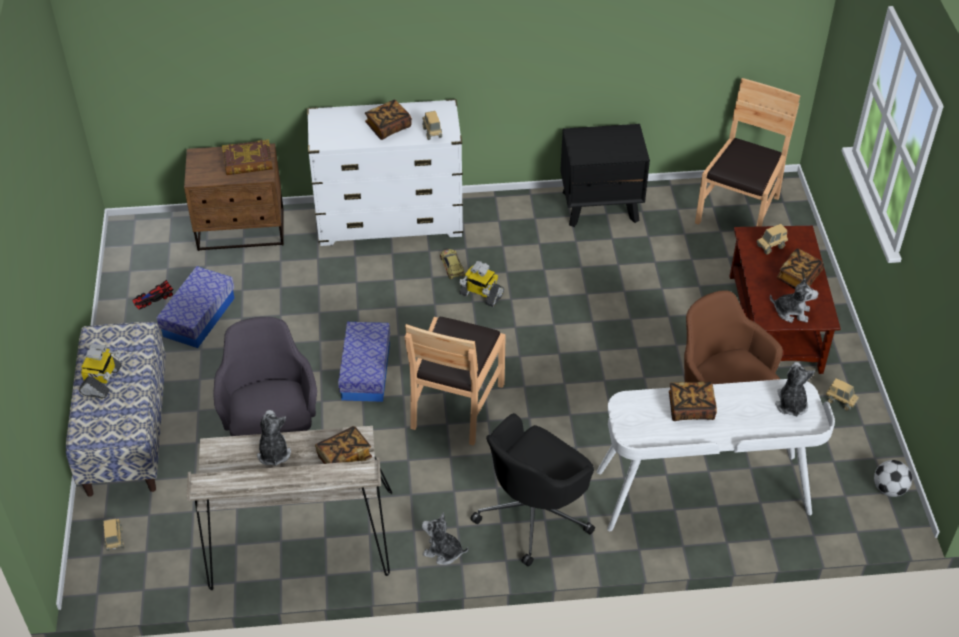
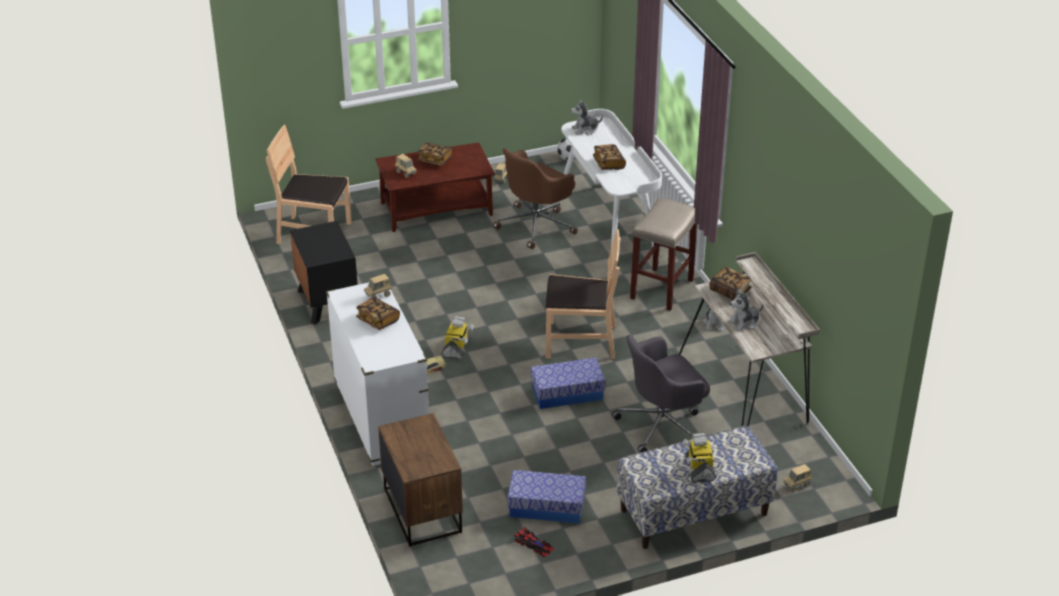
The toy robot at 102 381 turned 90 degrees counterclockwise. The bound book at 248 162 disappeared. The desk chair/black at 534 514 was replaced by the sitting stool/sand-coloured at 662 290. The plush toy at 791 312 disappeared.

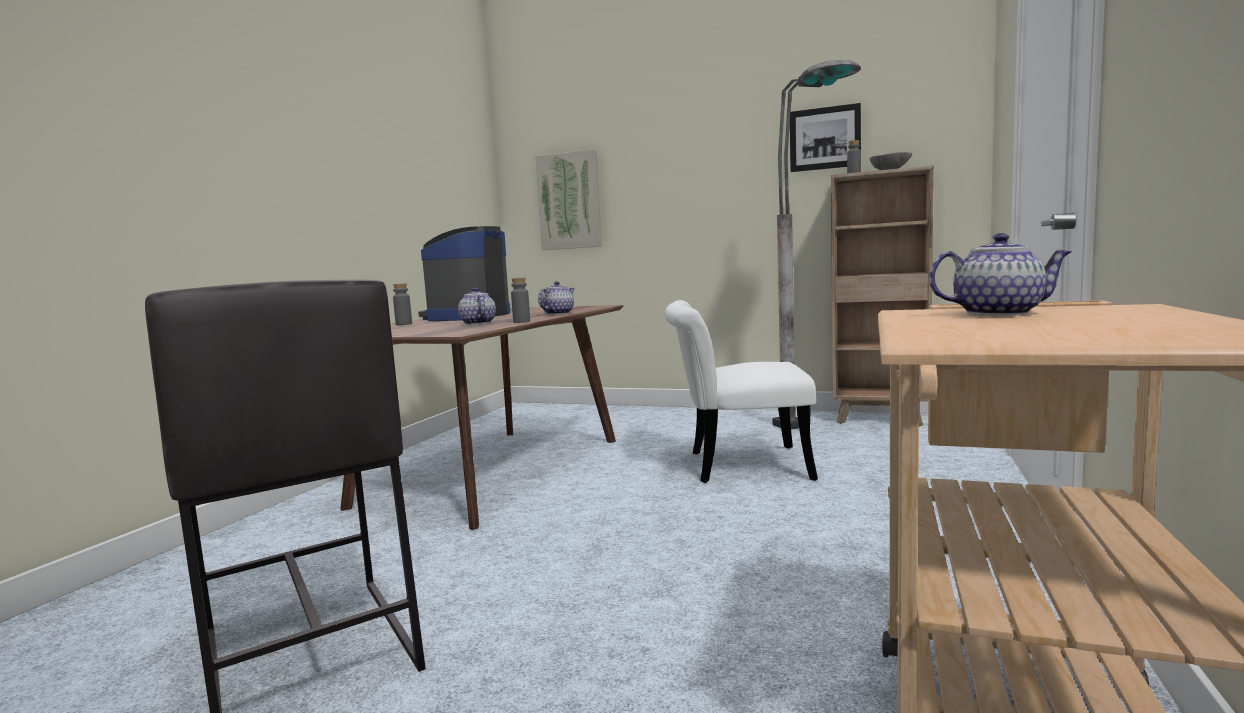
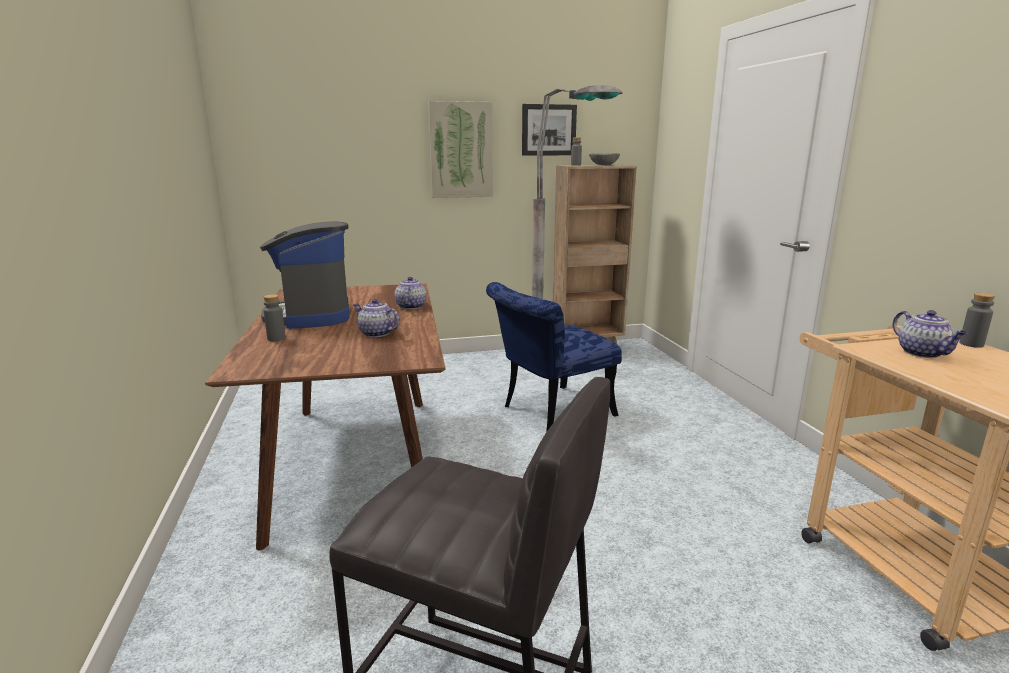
The bottle/greyish moved from 521 322 to 971 344. The picture moved from 569 201 to 461 150. The upright chair/white at 736 465 became the upright chair/blue-coloured at 549 412. The teapot at 999 313 turned 105 degrees clockwise.

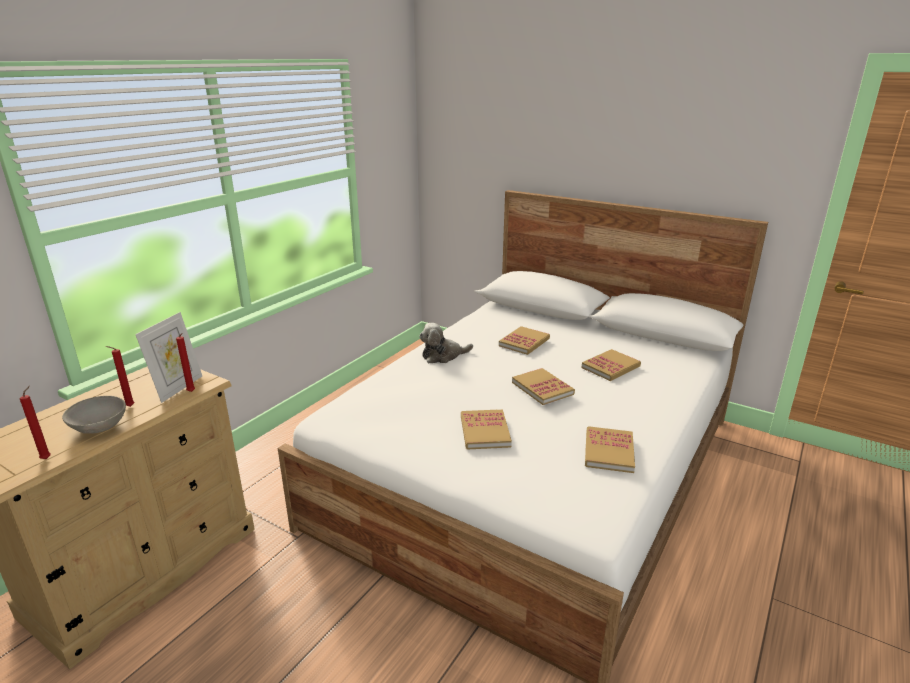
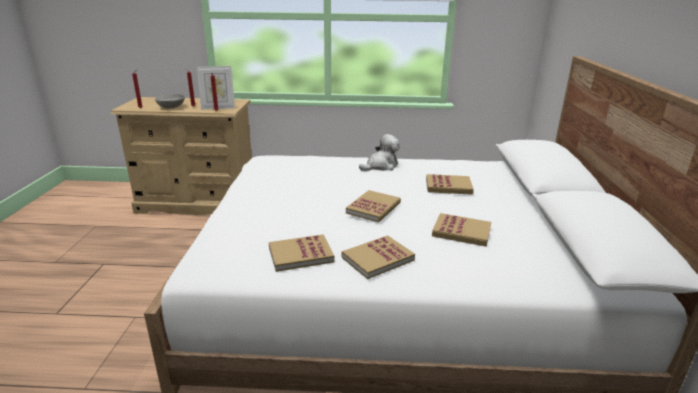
The plush toy at 443 356 turned 105 degrees clockwise. The bound book moved from 485 431 to 377 259.

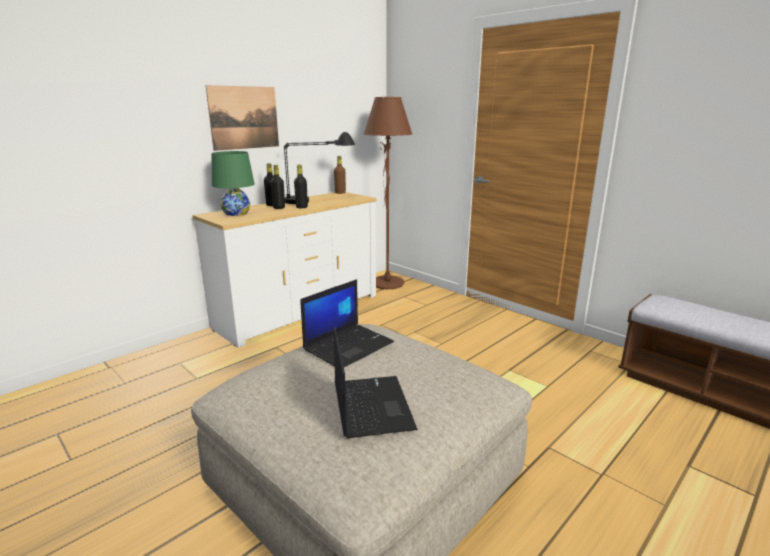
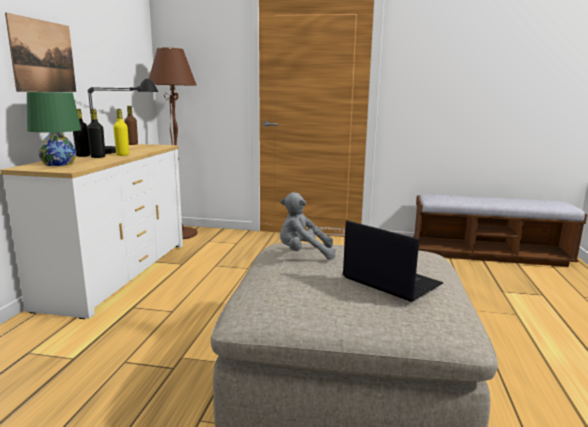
The bottle/black at 301 207 became the bottle/yellowish at 122 155. The portable computer at 349 345 was replaced by the plush toy/greyish at 303 254.

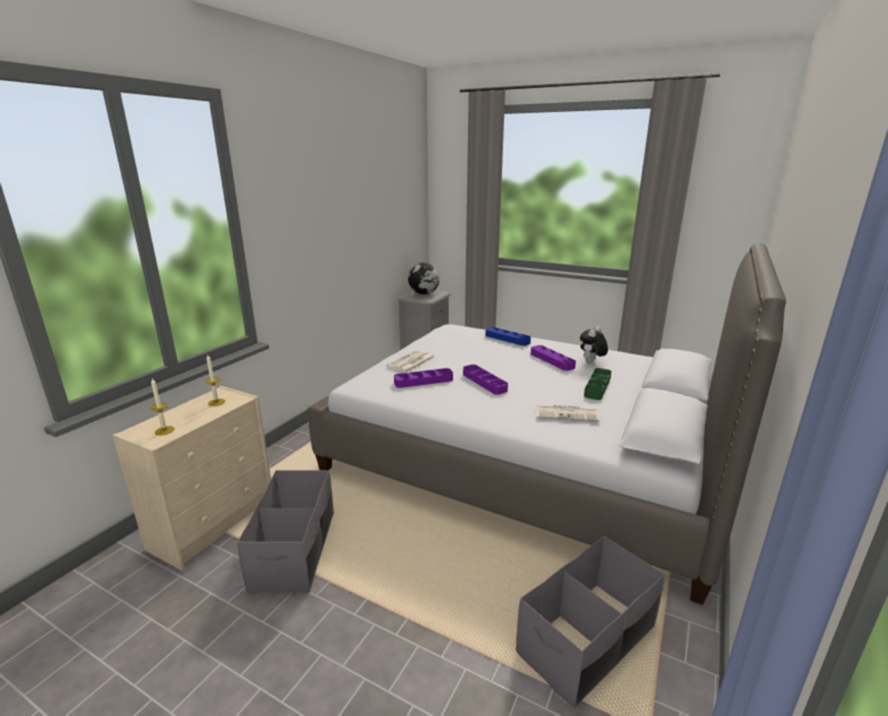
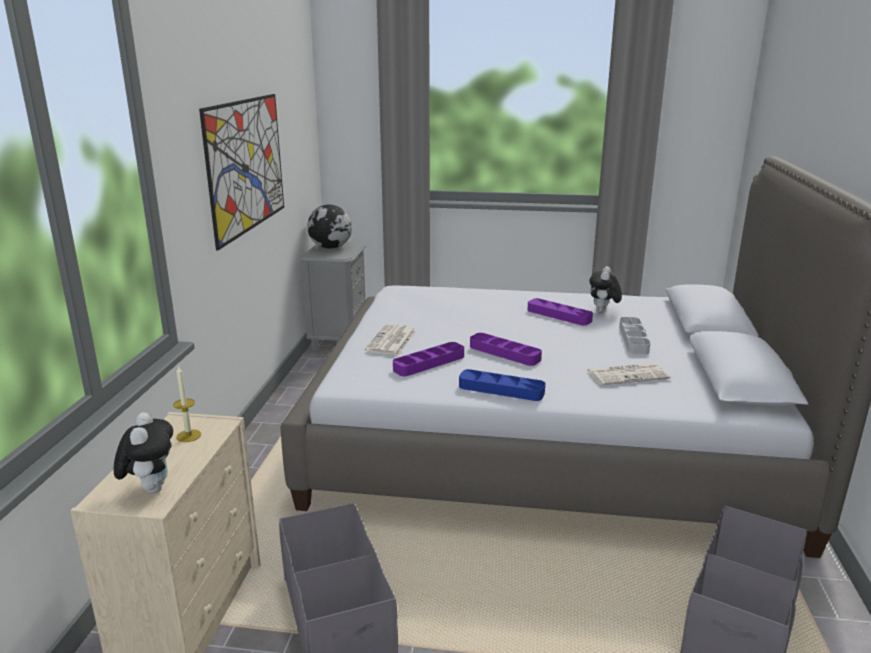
The wax light at 164 430 was replaced by the plush toy at 151 488. The carrying tray/blue-coloured moved from 507 339 to 501 389. The carrying tray/greenish at 597 386 became the carrying tray/greyish at 633 339. The picture at 246 165 appeared.

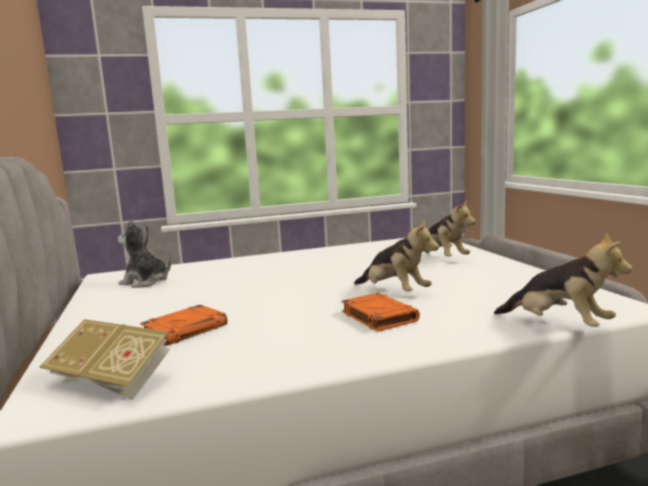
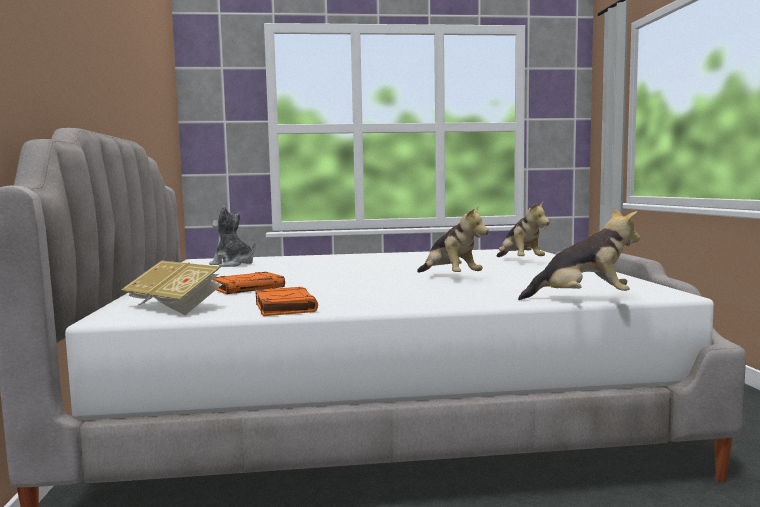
The bound book/orange moved from 378 316 to 284 307. The plush toy at 559 325 turned 45 degrees counterclockwise.

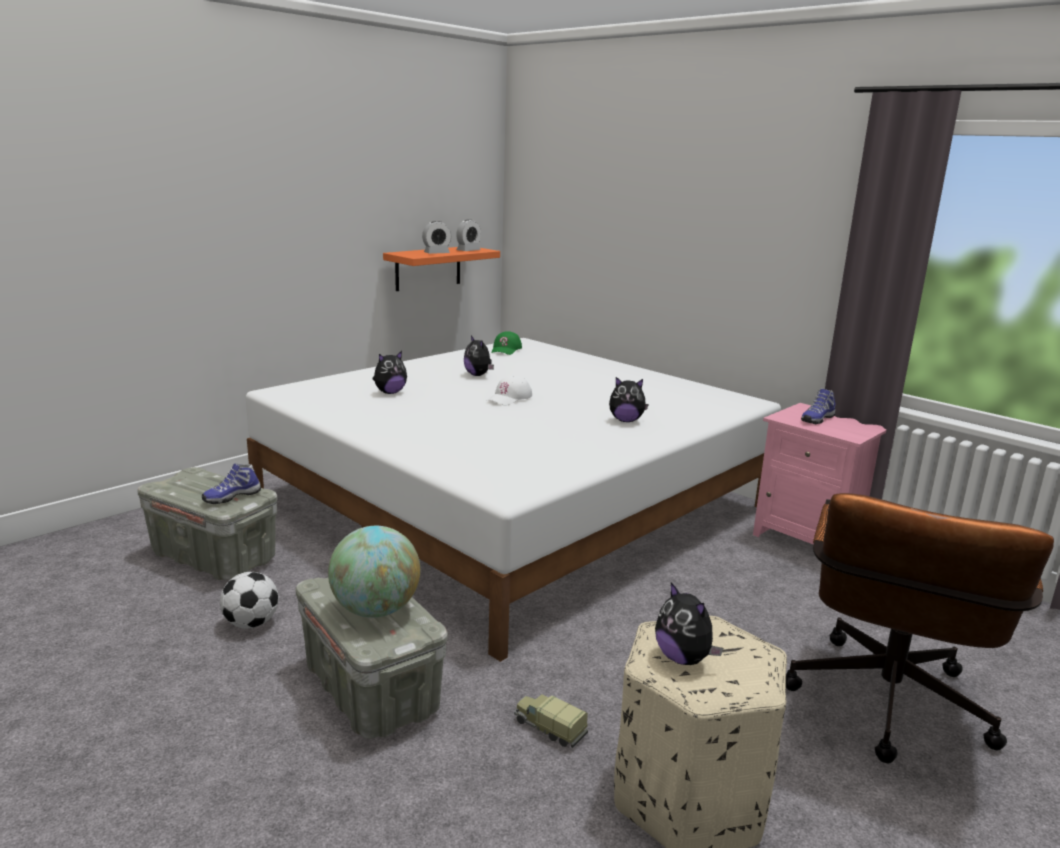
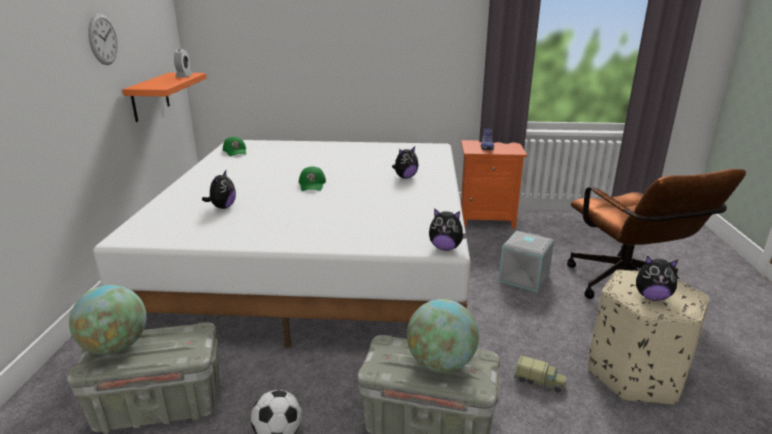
The shoe at 231 496 disappeared. The alarm clock at 436 253 disappeared. The plush toy moved from 478 375 to 445 248. The baseball cap/white at 509 398 became the baseball cap/greenish at 312 184. The toy truck at 549 728 turned 150 degrees counterclockwise. The night table/pink at 809 539 became the night table/orange at 486 218. The globe at 116 347 appeared. The hanging clock at 103 39 appeared. The storage box/greyish at 524 278 appeared.

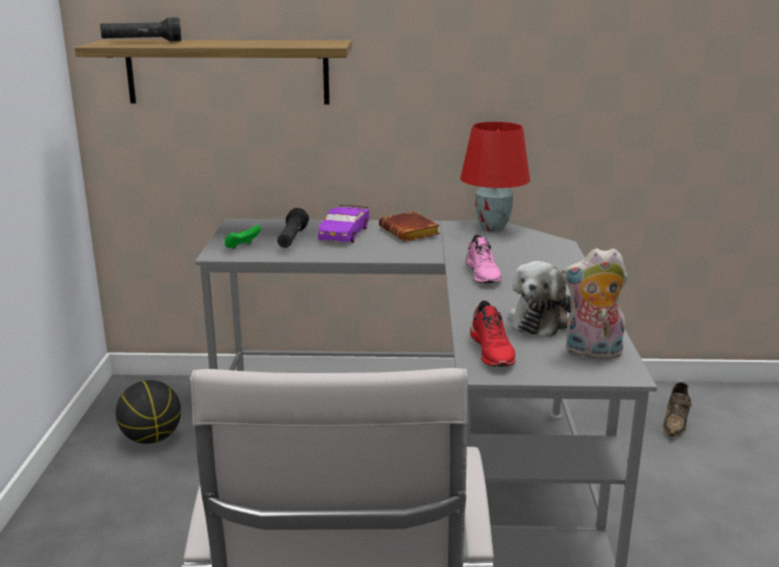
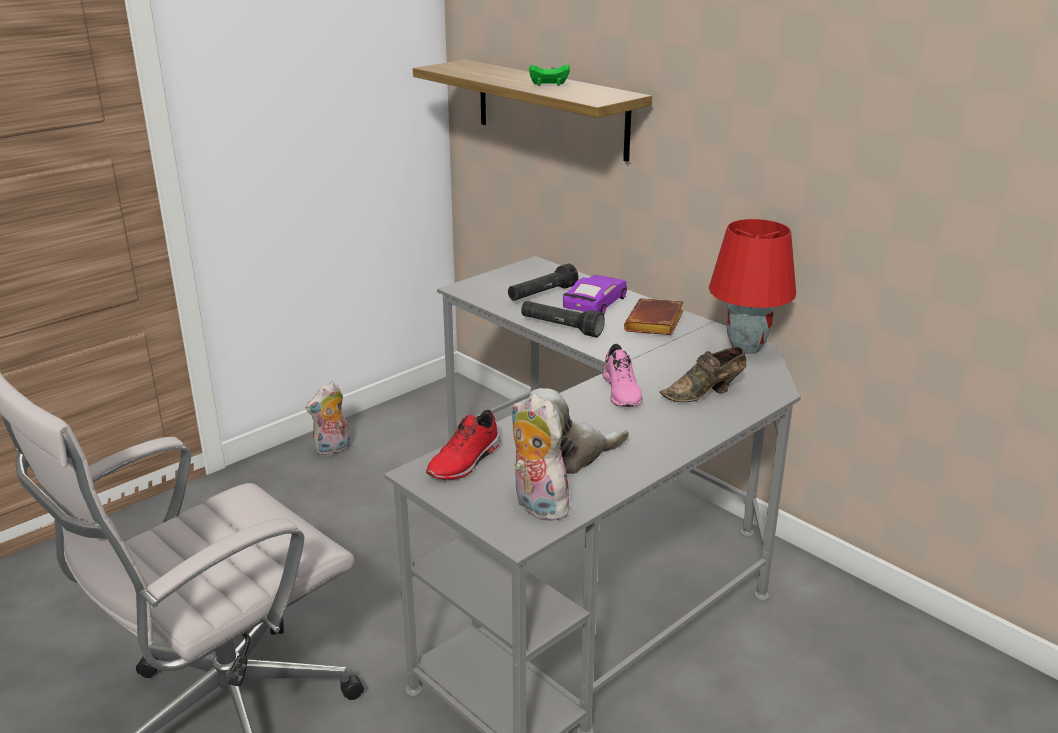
The hand torch/black moved from 142 42 to 561 328. The basketball at 152 438 disappeared. The joypad/greenish moved from 242 246 to 549 86. The model car/purplish at 344 233 turned 150 degrees clockwise. The shoe/pink at 483 274 turned 45 degrees counterclockwise. The shoe/brown moved from 676 422 to 705 393. The plush toy at 333 450 appeared.

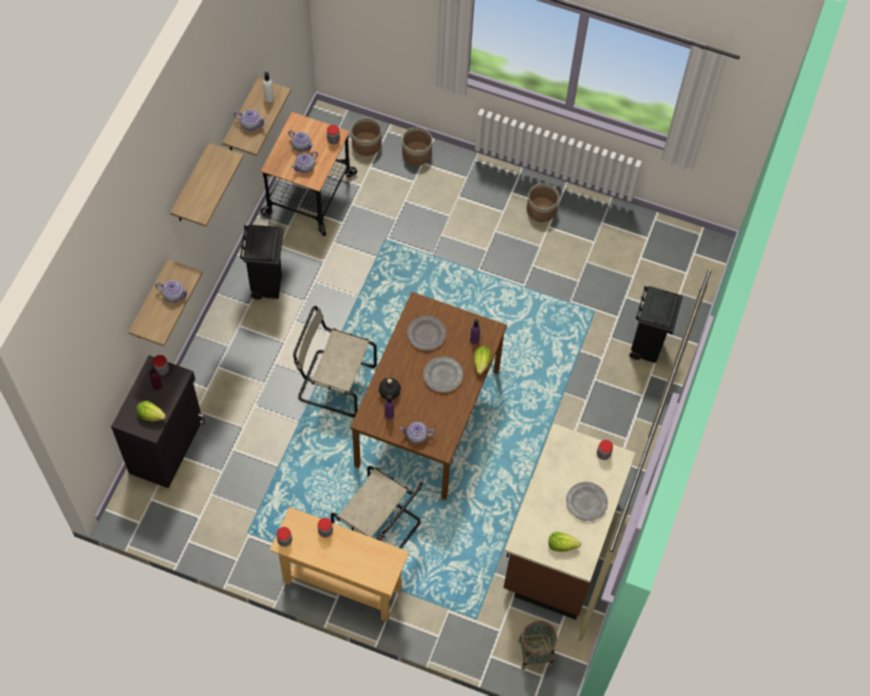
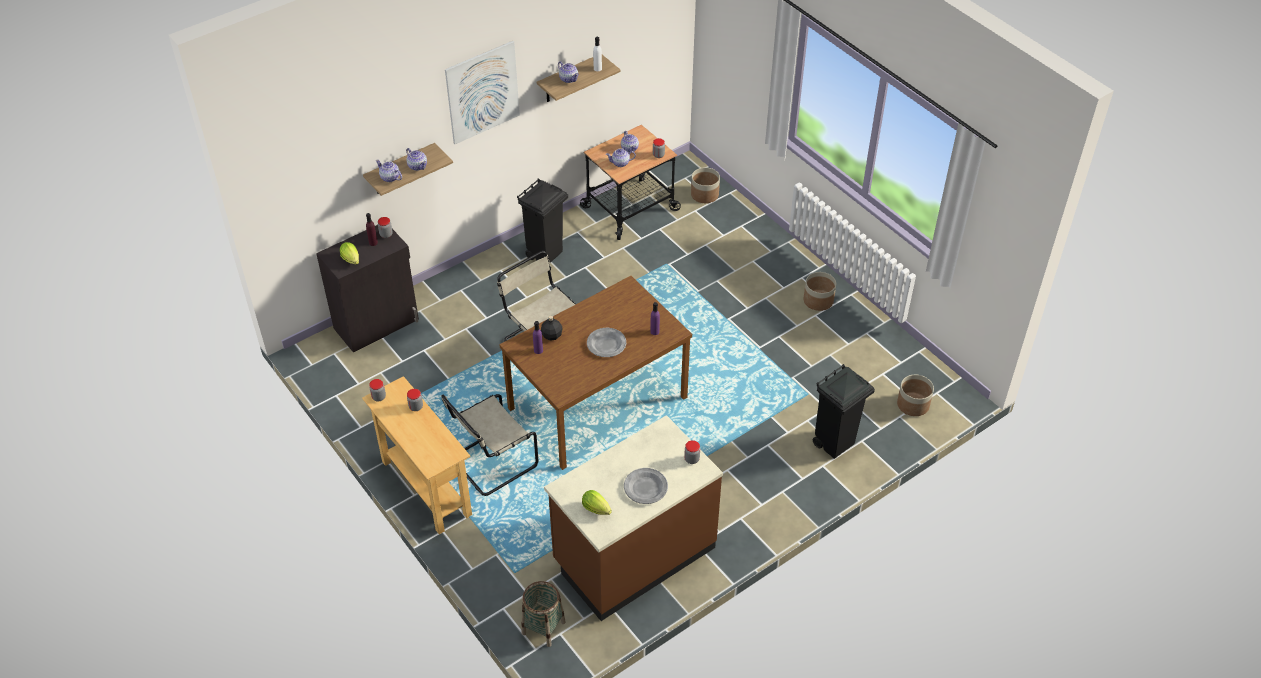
The bracket shelf at 191 186 was replaced by the picture at 482 92. The upright chair/sand-coloured at 380 529 turned 75 degrees clockwise. The teapot moved from 417 436 to 390 178. The planter moved from 417 154 to 913 404. The plate/greyish at 426 334 disappeared. The lettuce at 481 365 disappeared.

